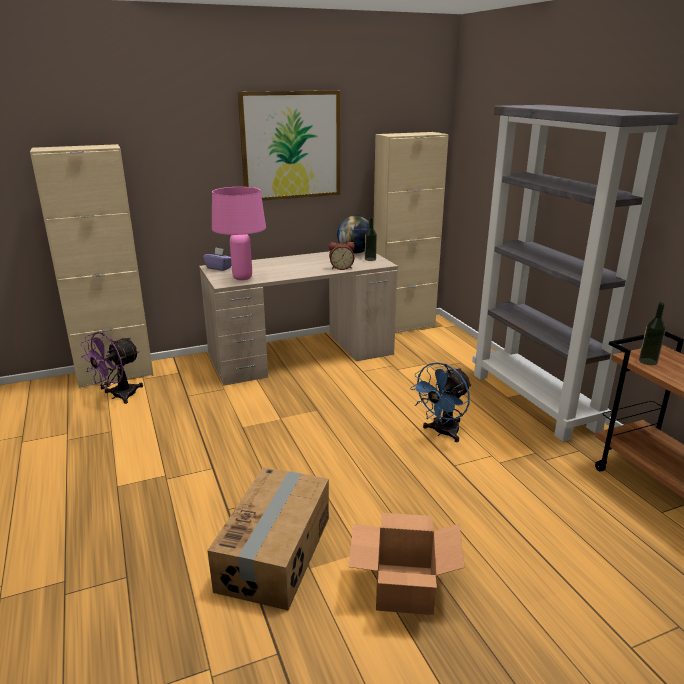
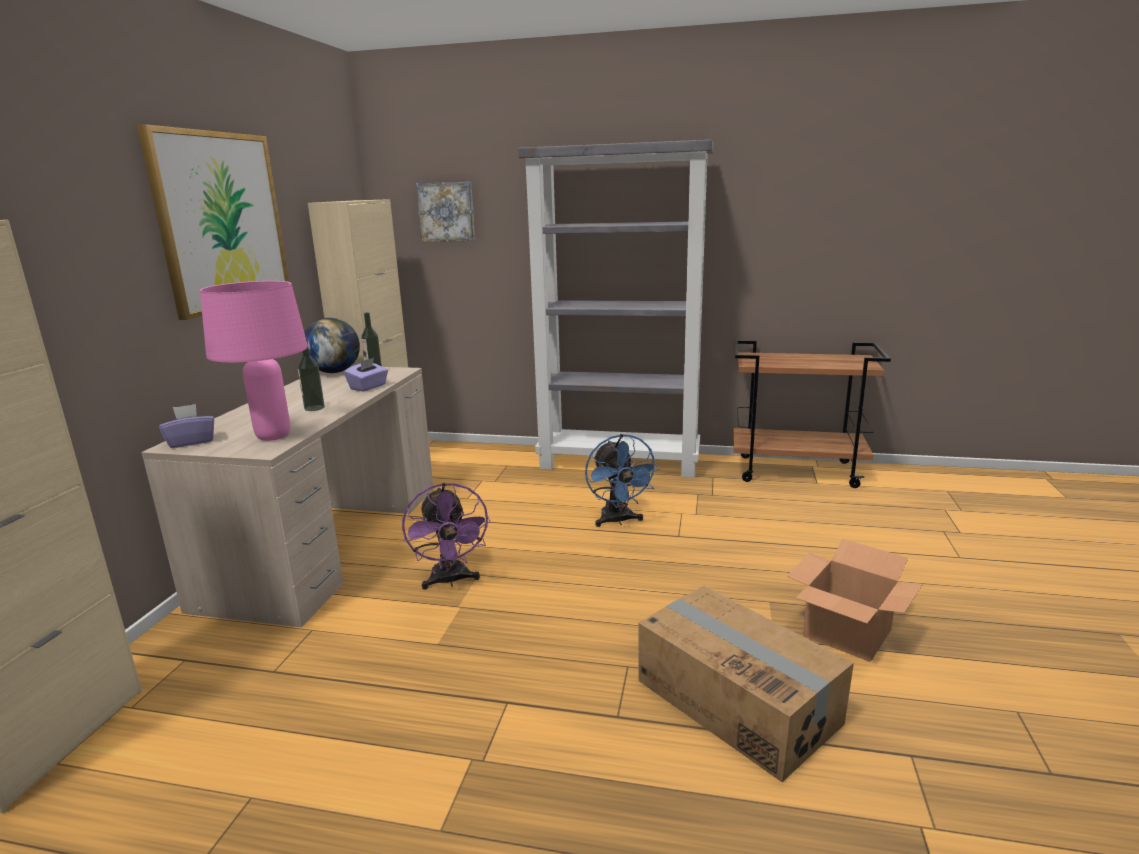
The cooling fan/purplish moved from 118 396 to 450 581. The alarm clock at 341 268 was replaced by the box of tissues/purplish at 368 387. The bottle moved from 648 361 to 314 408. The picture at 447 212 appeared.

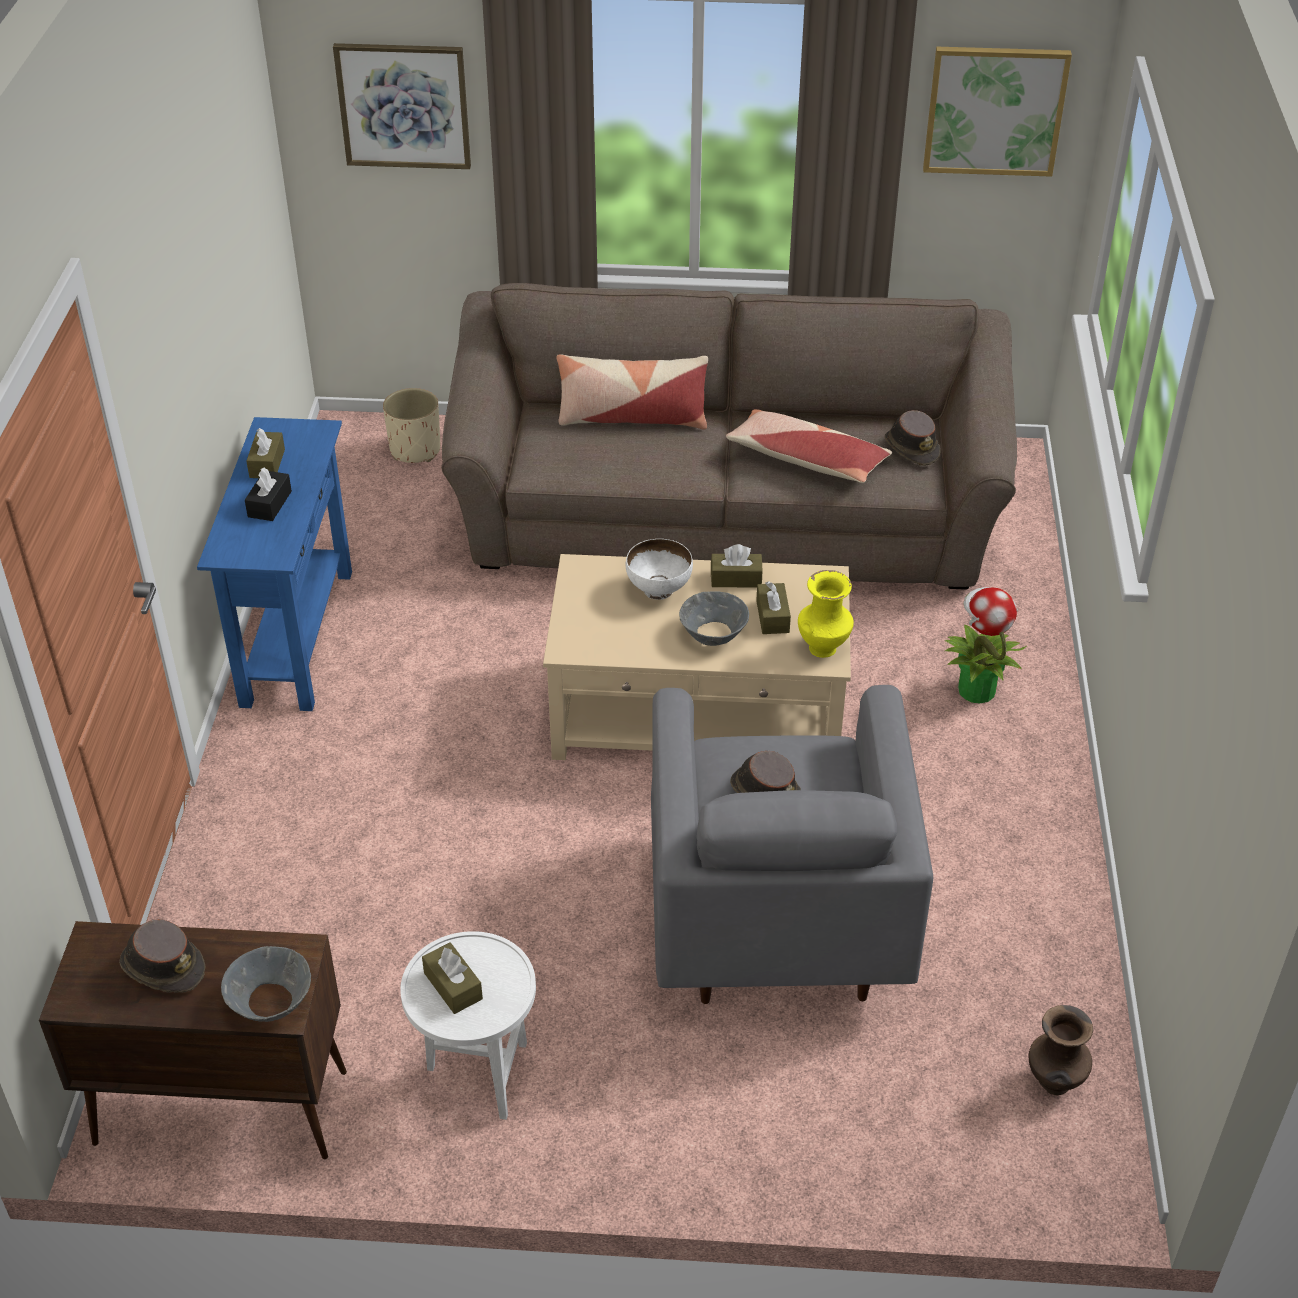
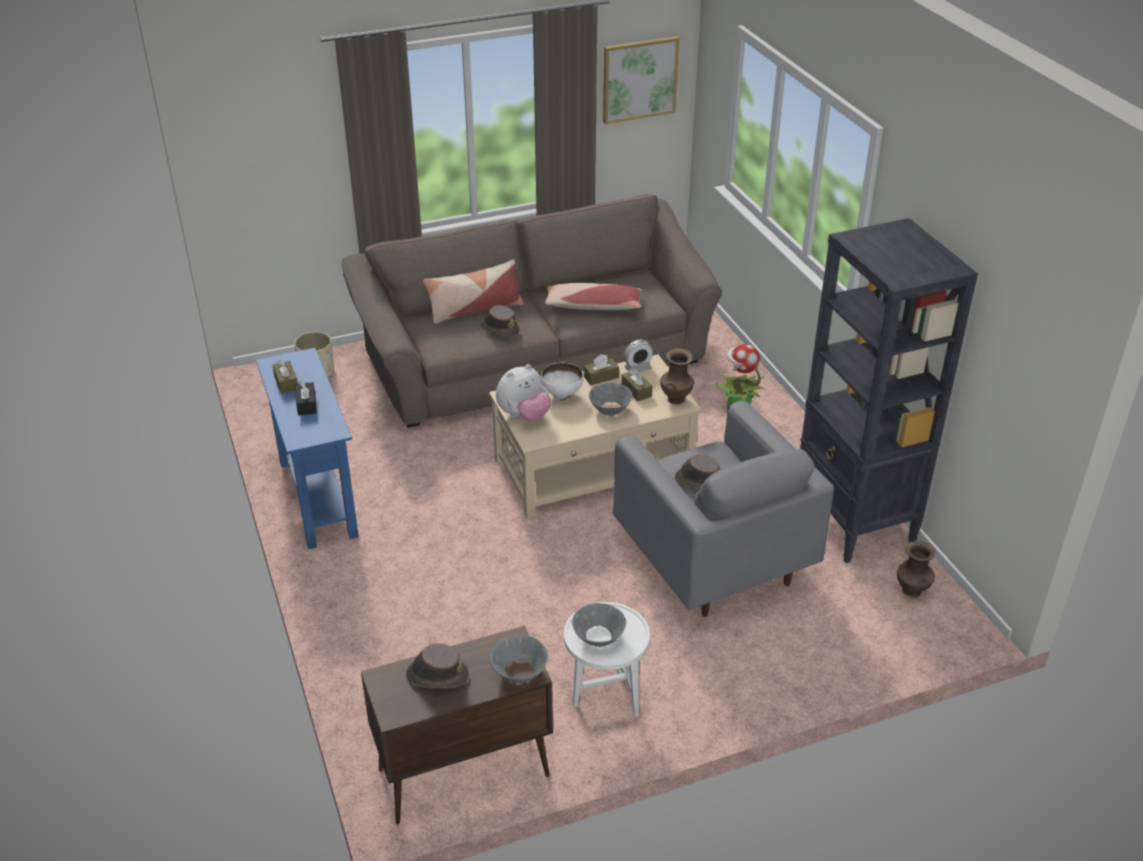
The picture at 404 105 disappeared. The box of tissues/brown at 453 986 was replaced by the serving bowl/greyish at 598 637. The vase/yellowish at 823 647 became the vase/brown at 676 399. The wearable hat/brown moved from 911 447 to 500 329. The plush toy at 524 416 appeared. The alarm clock at 637 368 appeared. The bookcase/black at 854 522 appeared.

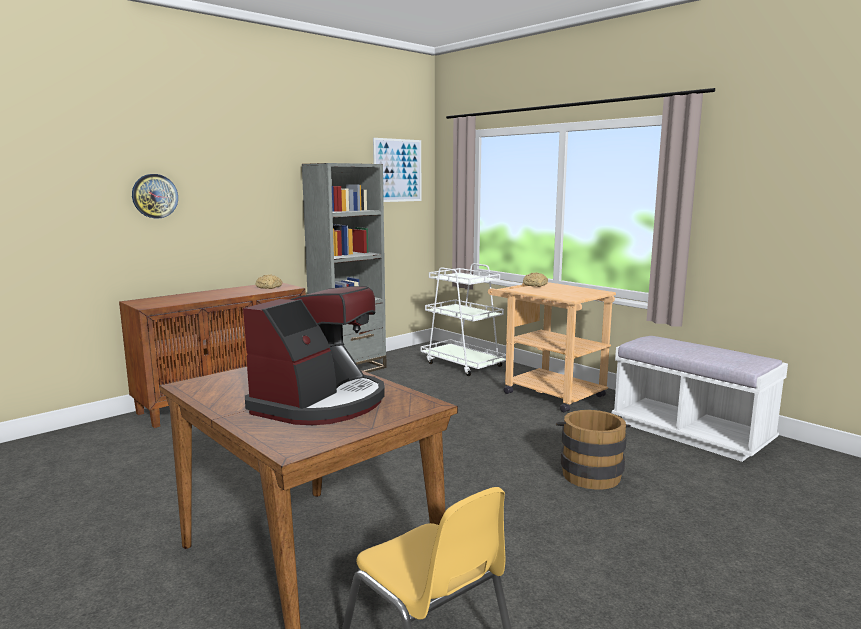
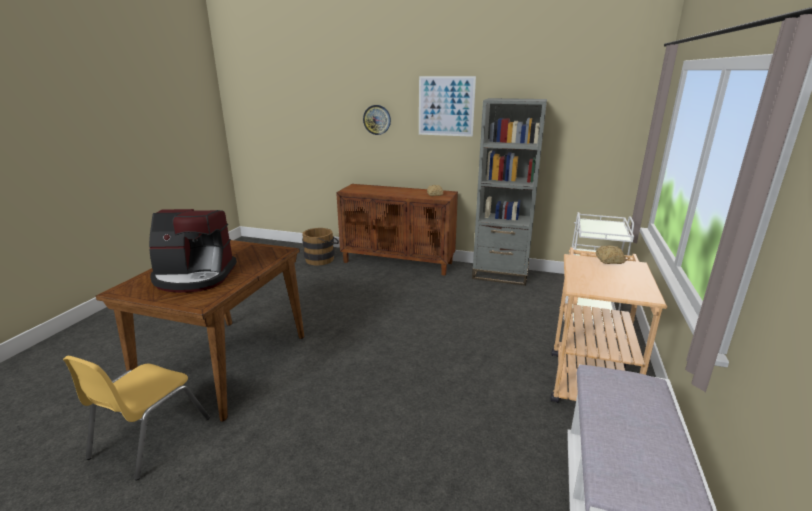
The picture moved from 397 170 to 446 106. The water bucket/brown moved from 590 473 to 322 259.

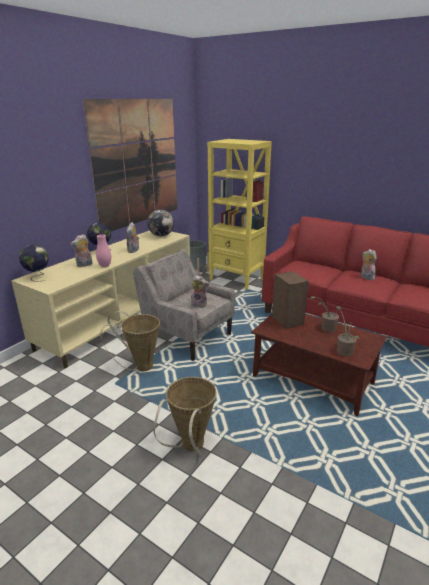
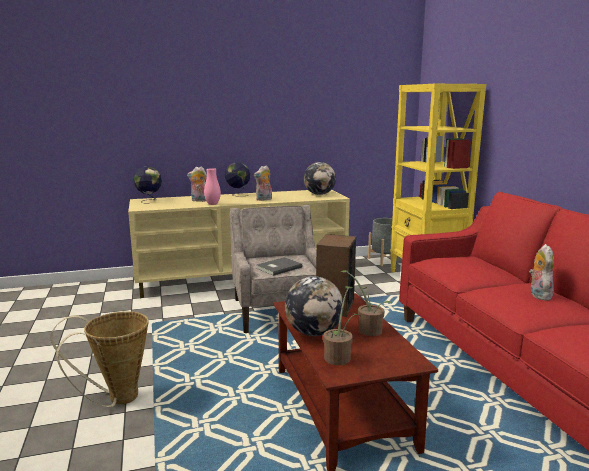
The picture at 137 163 disappeared. The storage basket at 140 366 disappeared. The plush toy at 199 304 was replaced by the bound book/greyish at 278 267. The globe at 313 333 appeared.

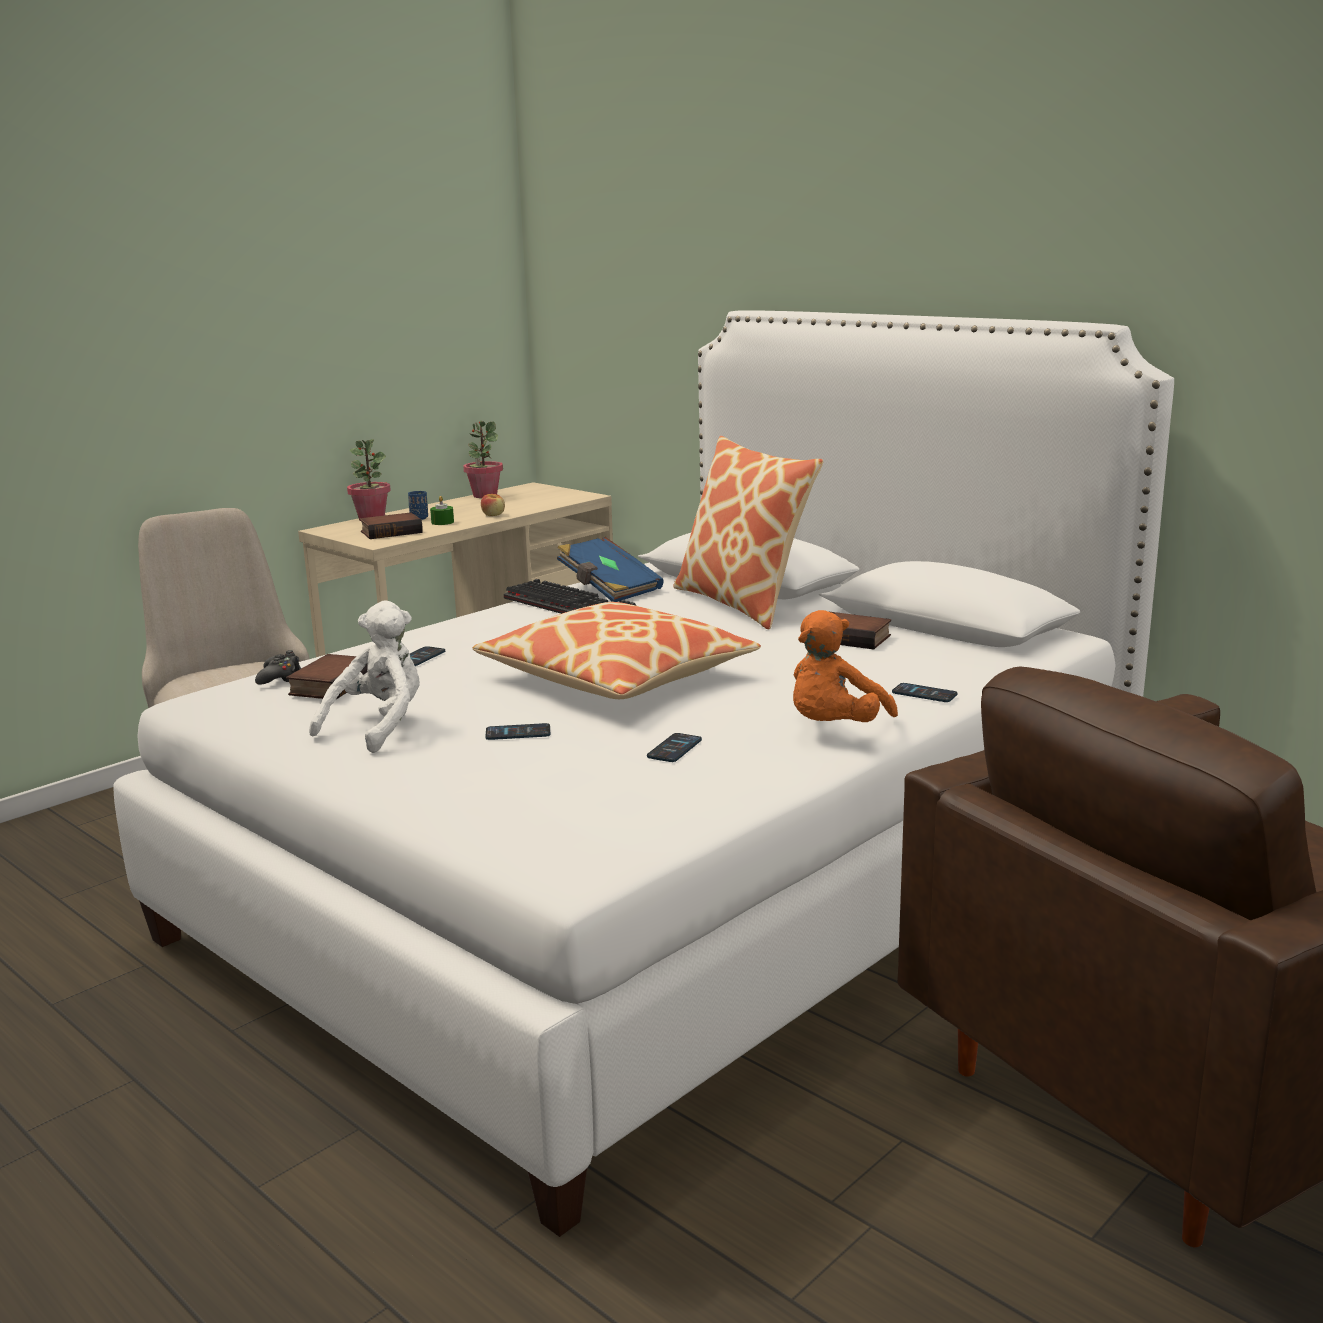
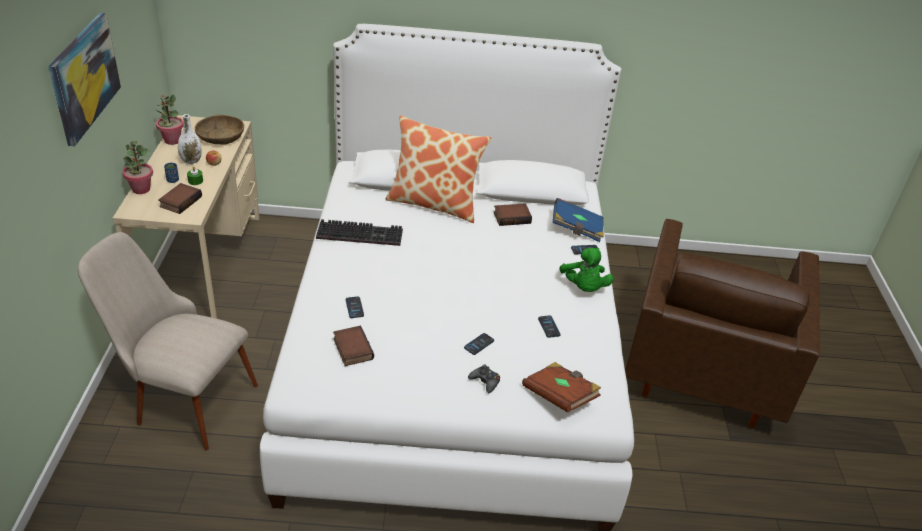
The joypad/black moved from 279 677 to 485 381. The plush toy/white at 379 727 disappeared. The pillow at 617 677 disappeared. The bound book/blue-coloured moved from 608 589 to 576 229. The plush toy/orange at 834 729 became the plush toy/greenish at 583 287. The picture at 84 77 appeared. The vase/white at 191 161 appeared. The serving bowl/brown at 220 136 appeared. The bound book/brown at 559 396 appeared.

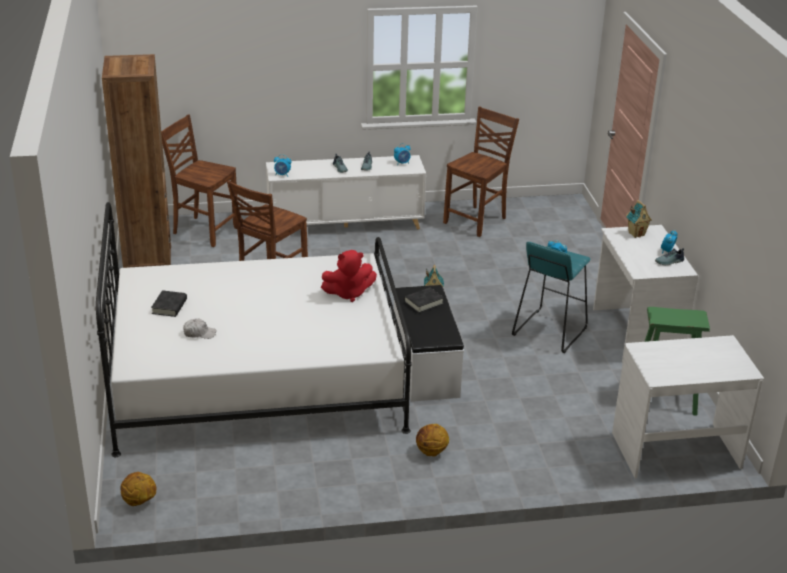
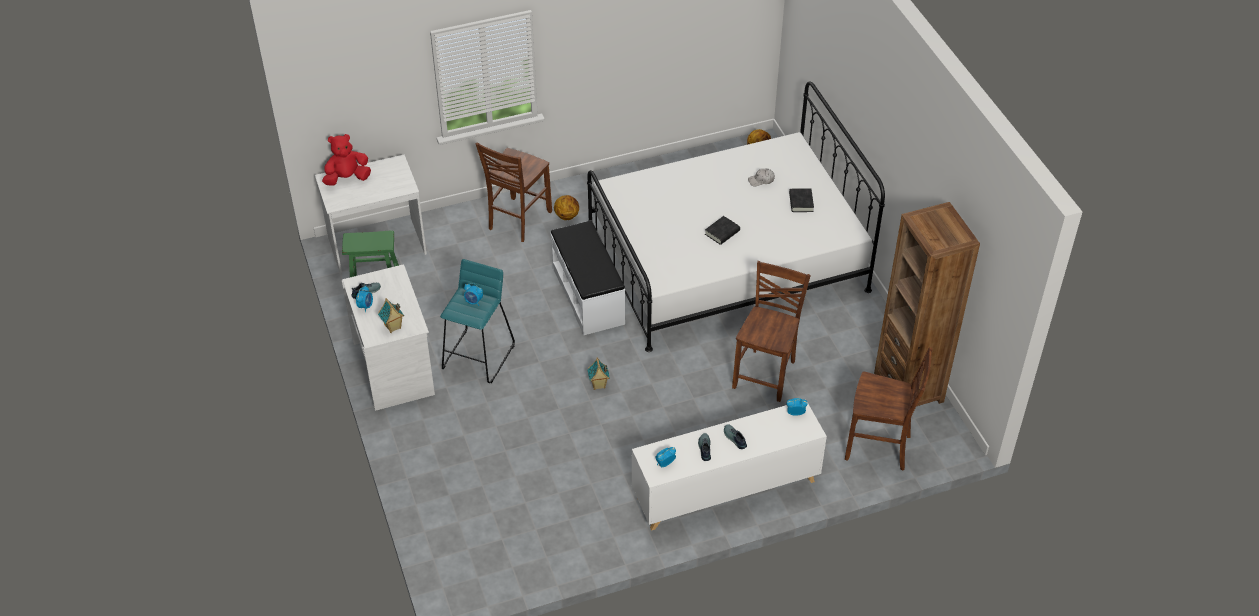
The plush toy/reddish moved from 348 293 to 347 178. The bound book/black moved from 423 302 to 722 232. The upright chair/brown moved from 477 221 to 518 221.

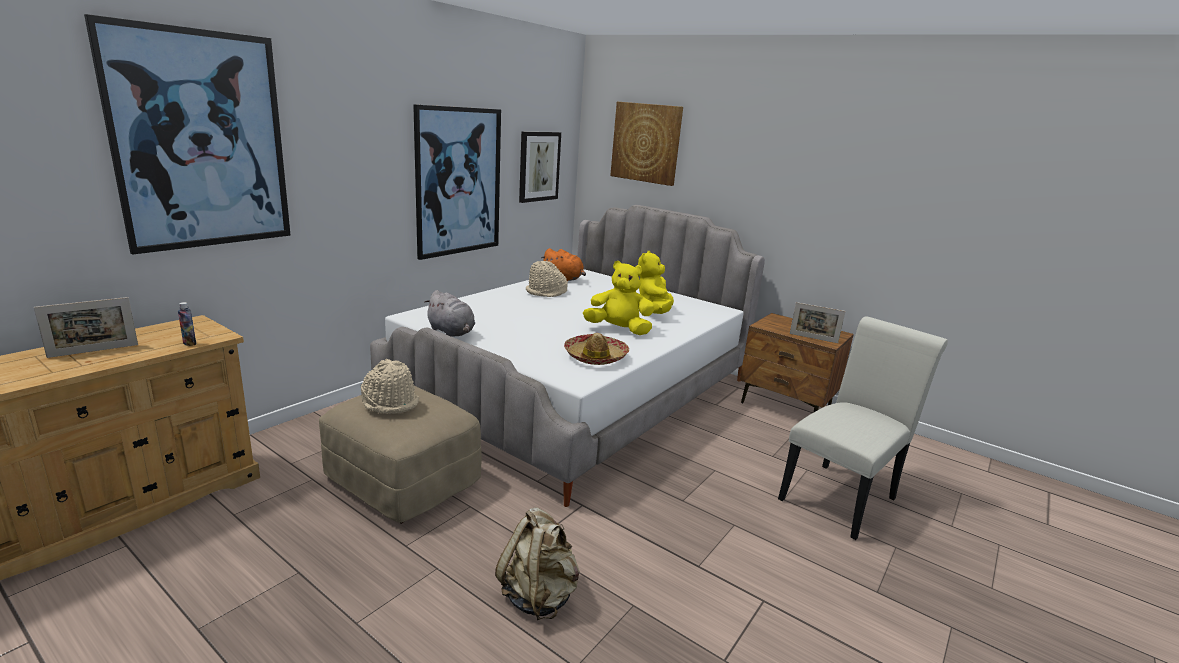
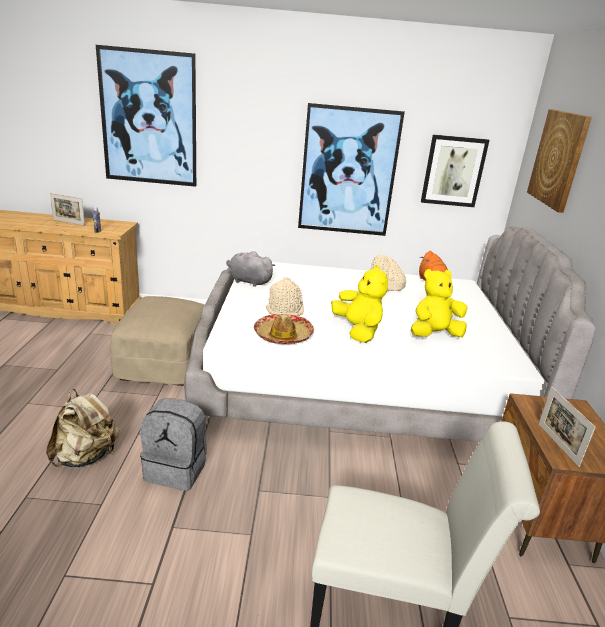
The wearable hat/sand-coloured moved from 390 403 to 285 310. The plush toy/greyish at 452 332 turned 105 degrees clockwise. The rucksack/greyish at 176 469 appeared.

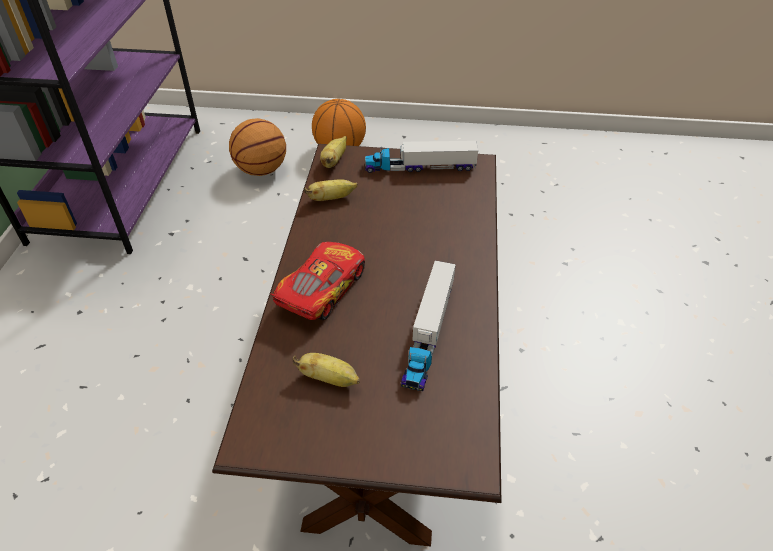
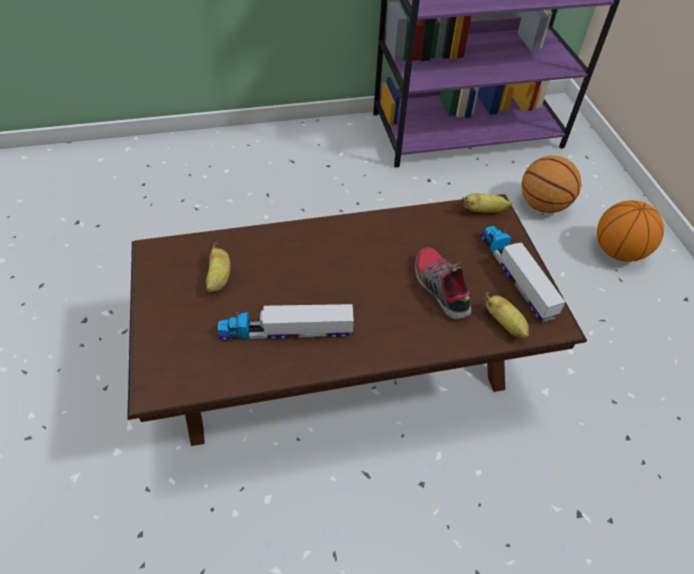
The model car at 321 290 disappeared. The banana fruit moved from 331 198 to 505 324. The shoe at 440 288 appeared.

